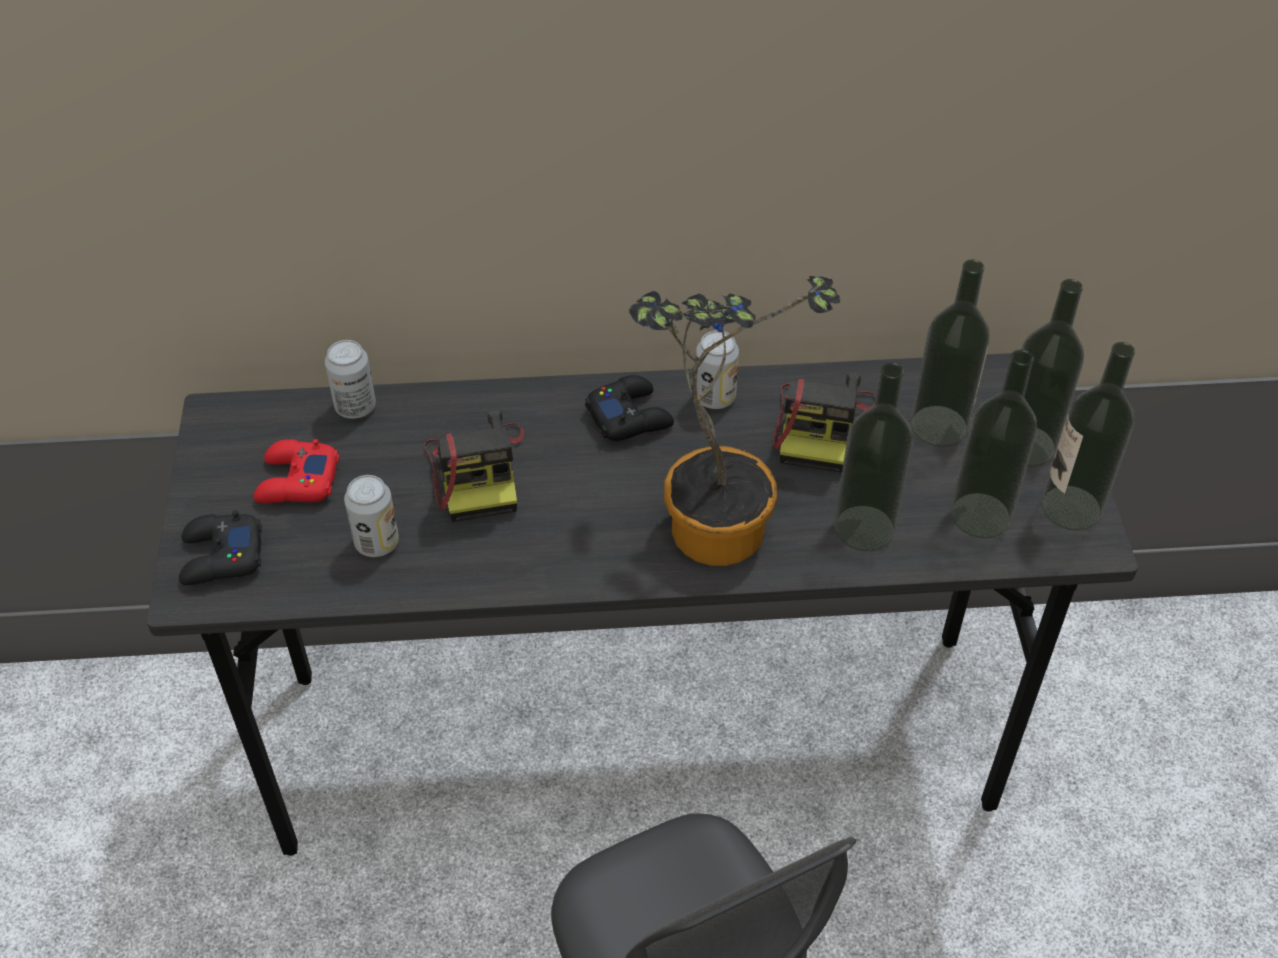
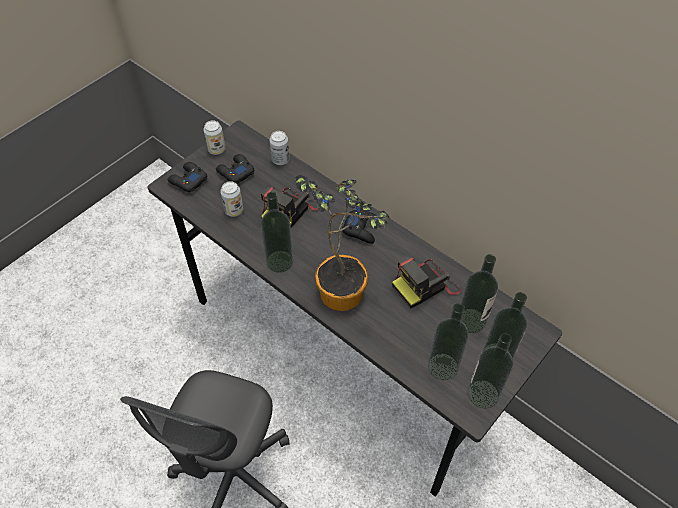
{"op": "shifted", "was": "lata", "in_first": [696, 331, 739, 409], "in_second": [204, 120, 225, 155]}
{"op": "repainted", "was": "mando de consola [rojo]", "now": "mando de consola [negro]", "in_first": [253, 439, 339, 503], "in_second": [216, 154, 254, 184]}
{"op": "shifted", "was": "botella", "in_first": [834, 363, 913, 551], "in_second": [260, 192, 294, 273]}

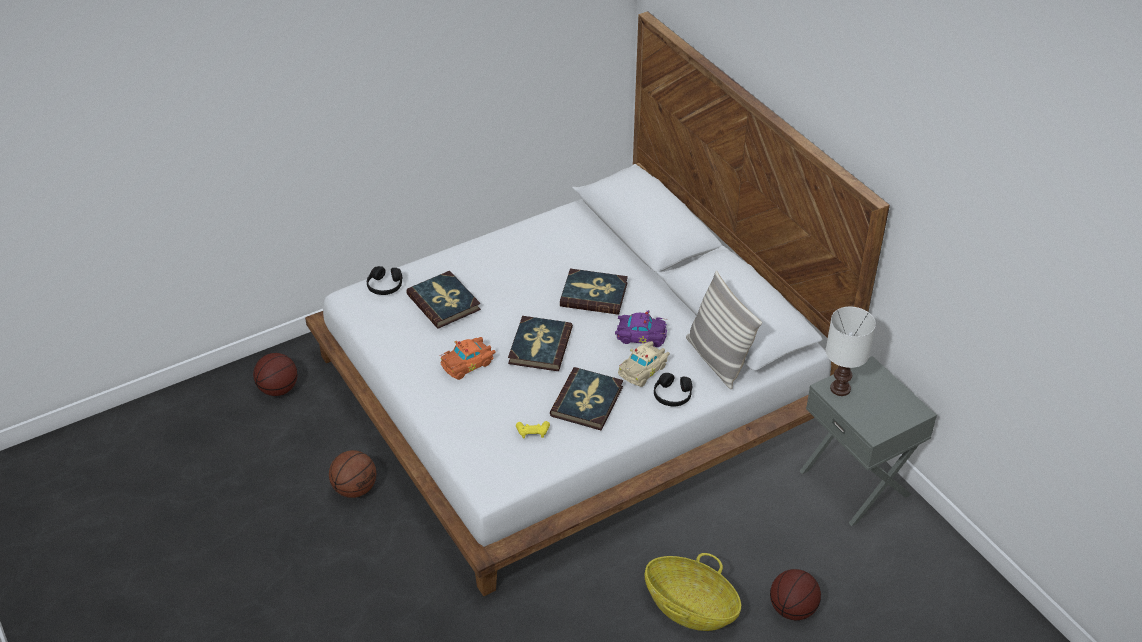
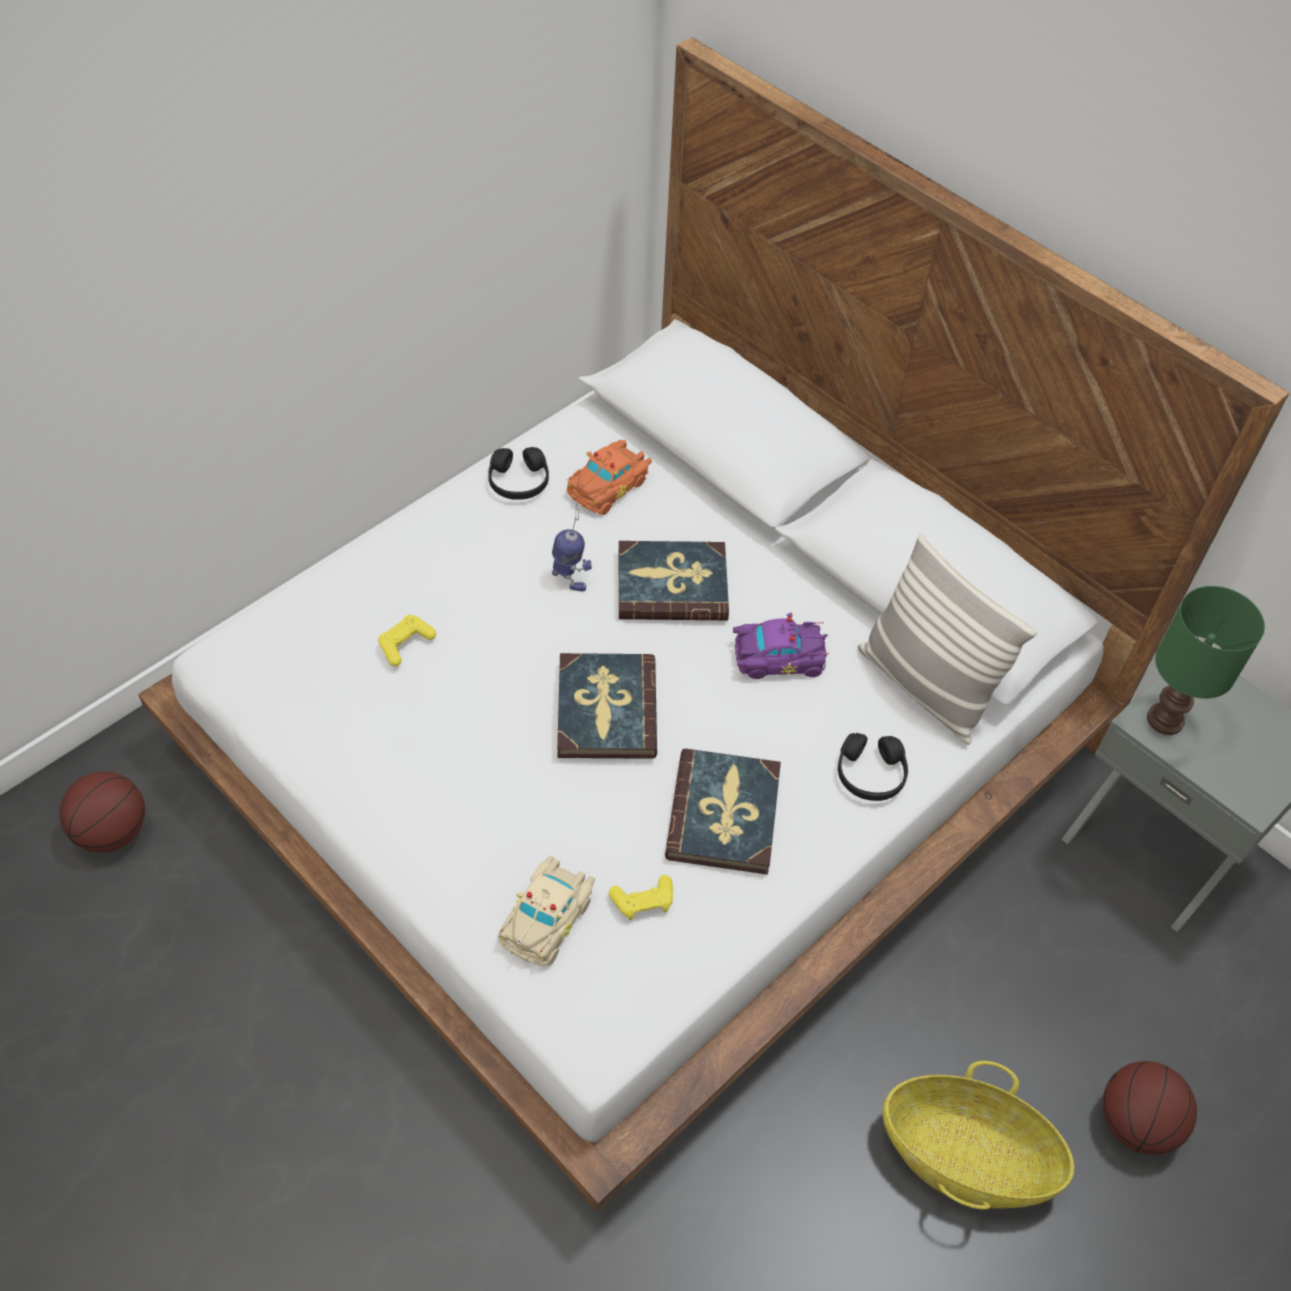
{"op": "swapped", "was": "libro", "now": "mando de consola [amarillo]", "in_first": [406, 271, 481, 329], "in_second": [378, 615, 436, 666]}
{"op": "shifted", "was": "auriculares [negro]", "in_first": [367, 266, 402, 295], "in_second": [488, 447, 549, 500]}
{"op": "shifted", "was": "coche de juguete [beis]", "in_first": [618, 341, 670, 387], "in_second": [498, 856, 595, 966]}
{"op": "new", "now": "robot de juguete", "in_second": [552, 504, 592, 592]}
{"op": "shifted", "was": "coche de juguete [naranja]", "in_first": [440, 337, 496, 380], "in_second": [567, 439, 652, 515]}
{"op": "repainted", "was": "lámpara de mesa [blanco]", "now": "lámpara de mesa [verde]", "in_first": [826, 307, 876, 396], "in_second": [1147, 586, 1265, 735]}
{"op": "gone", "was": "balón de baloncesto", "in_first": [329, 450, 376, 498]}

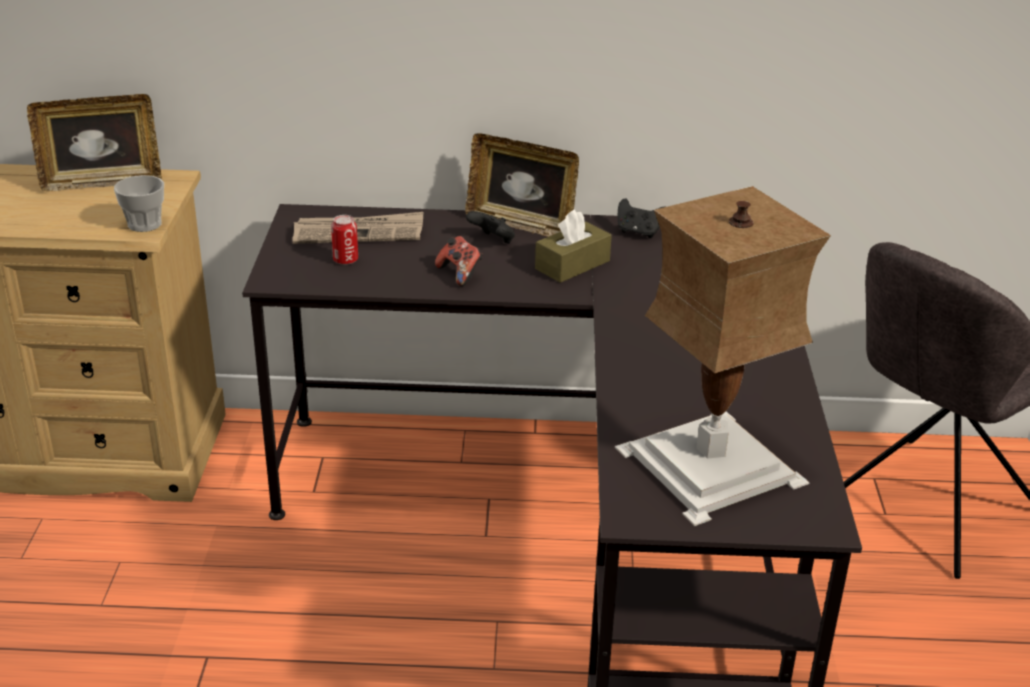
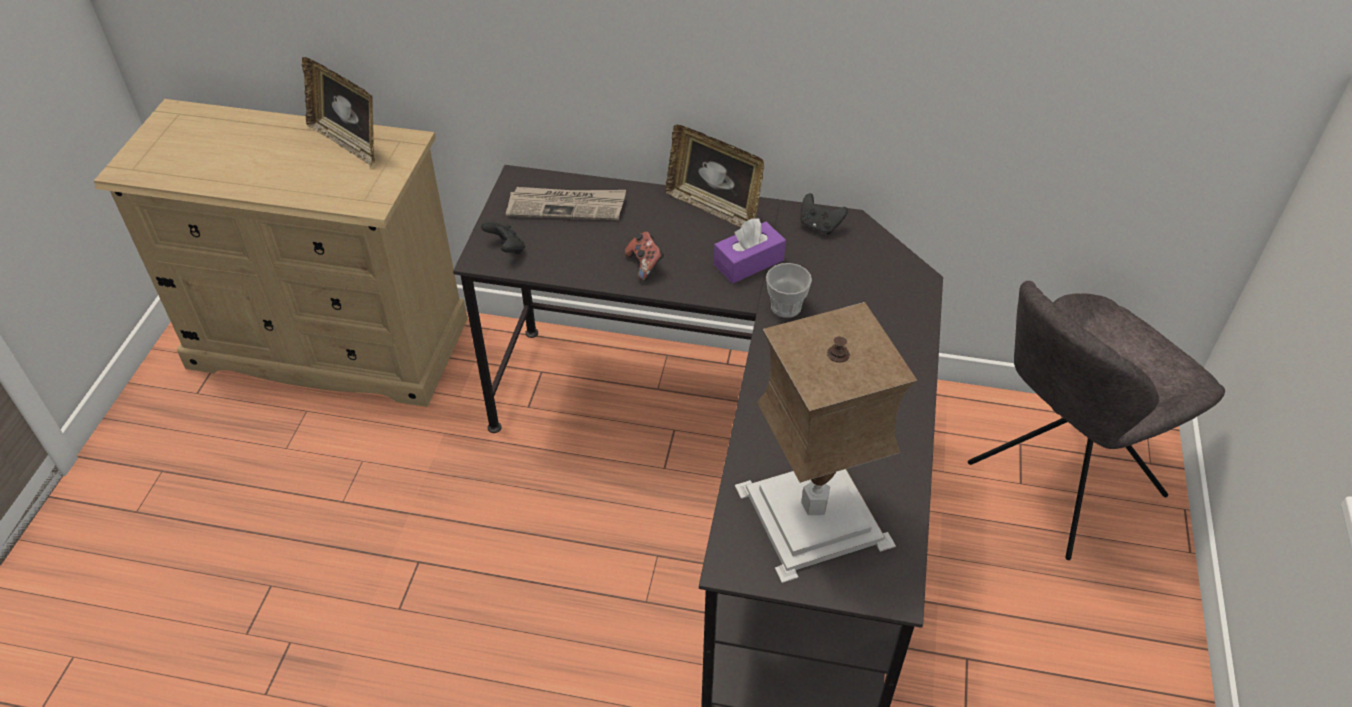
{"op": "rotated", "was": "portarretratos", "in_first": [27, 94, 162, 191], "in_second": [302, 57, 375, 167], "clockwise": 45}
{"op": "shifted", "was": "mando de consola [negro]", "in_first": [466, 211, 515, 244], "in_second": [481, 221, 525, 254]}
{"op": "repainted", "was": "caja de pañuelos [marrón]", "now": "caja de pañuelos [morado]", "in_first": [535, 209, 612, 283], "in_second": [714, 218, 786, 284]}
{"op": "shifted", "was": "taza", "in_first": [114, 175, 164, 232], "in_second": [766, 263, 812, 318]}
{"op": "gone", "was": "lata", "in_first": [331, 215, 358, 265]}

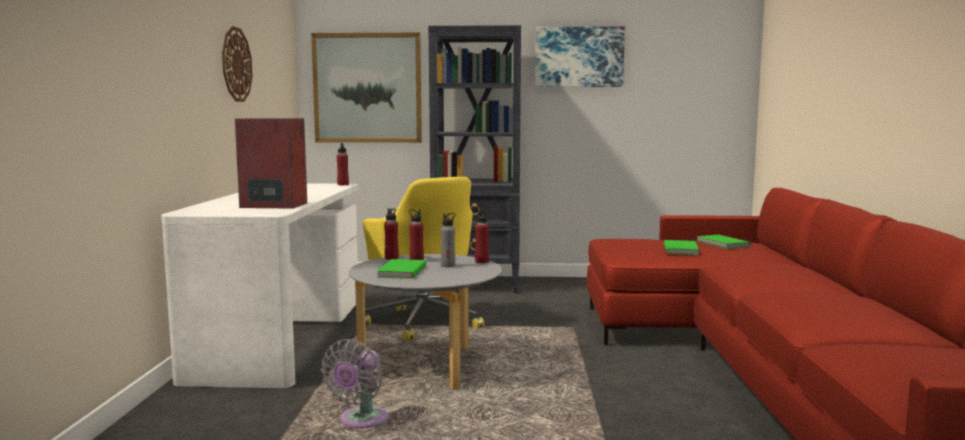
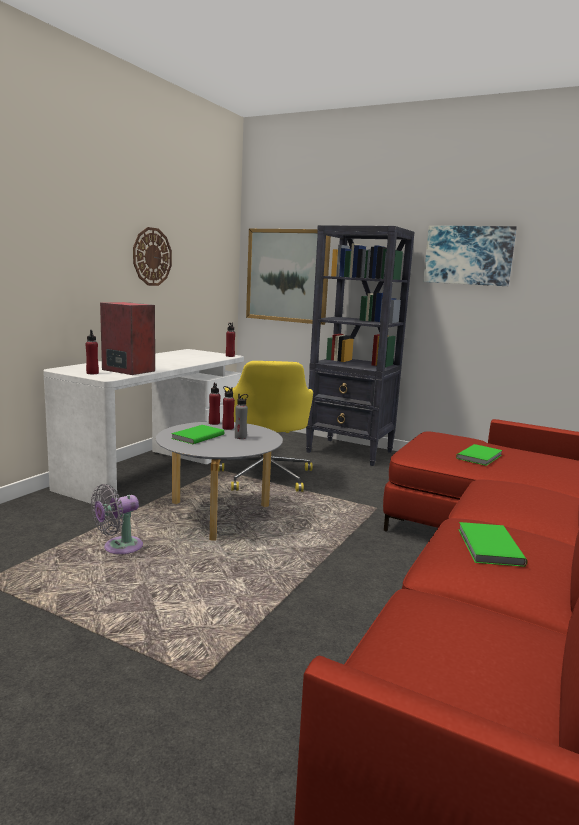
{"op": "shifted", "was": "botella [rojo]", "in_first": [475, 210, 489, 263], "in_second": [86, 330, 99, 374]}
{"op": "shifted", "was": "libro [verde]", "in_first": [696, 235, 751, 249], "in_second": [458, 522, 527, 567]}

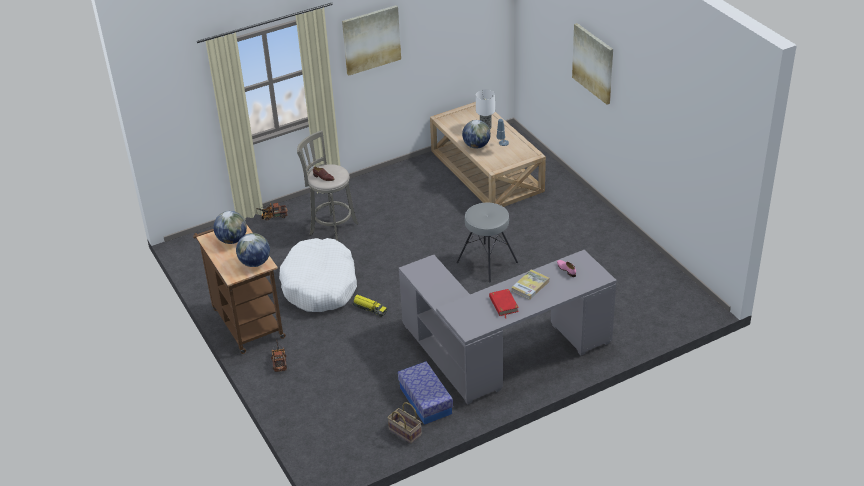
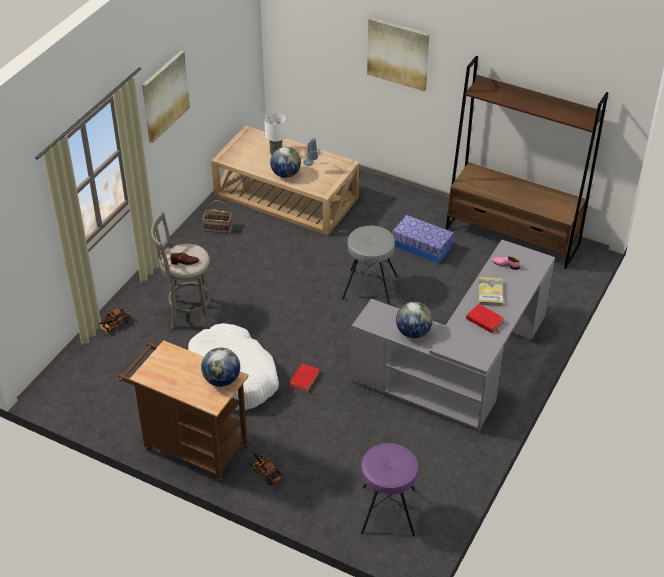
{"op": "shifted", "was": "cesta", "in_first": [387, 402, 422, 444], "in_second": [202, 200, 232, 234]}
{"op": "swapped", "was": "camión de juguete", "now": "libro [rojo]", "in_first": [354, 295, 388, 317], "in_second": [288, 363, 319, 393]}
{"op": "new", "now": "taburete [morado]", "in_second": [361, 443, 418, 536]}
{"op": "shifted", "was": "caja de almacenaje", "in_first": [398, 361, 453, 425], "in_second": [392, 215, 454, 264]}
{"op": "shifted", "was": "globo terráqueo", "in_first": [213, 211, 247, 244], "in_second": [396, 302, 433, 339]}
{"op": "new", "now": "estantería [marrón]", "in_second": [446, 56, 608, 269]}

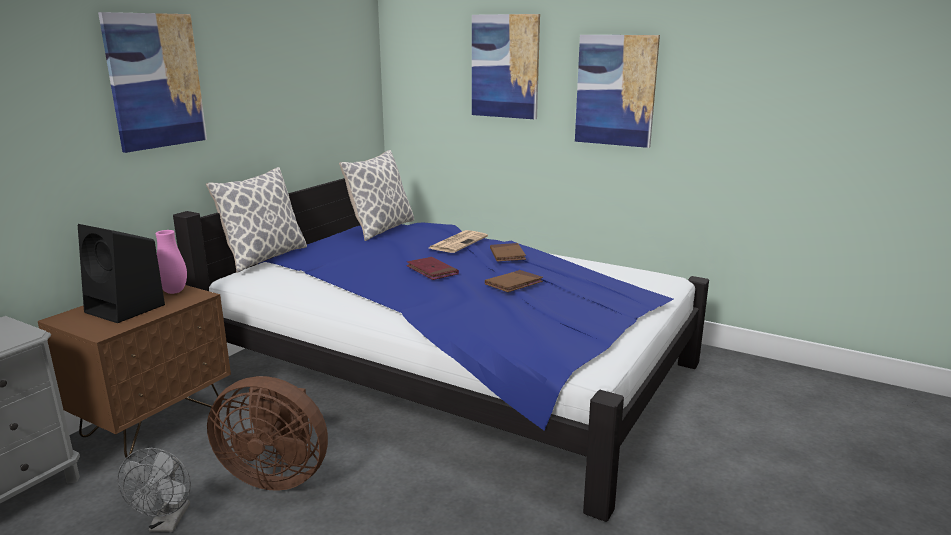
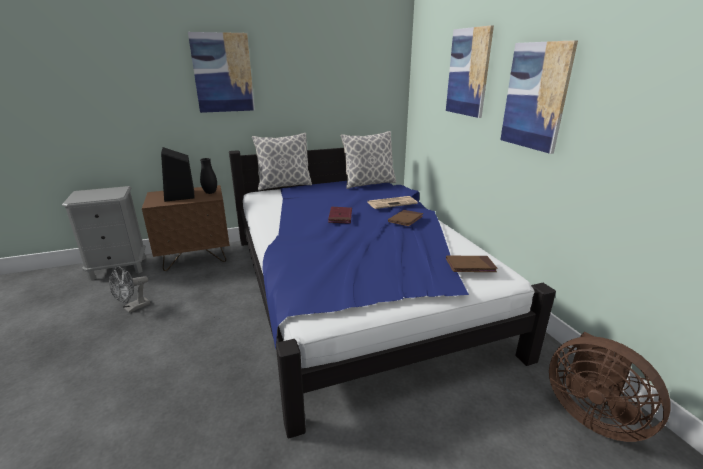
{"op": "repainted", "was": "florero [rosa]", "now": "florero [negro]", "in_first": [155, 230, 187, 294], "in_second": [200, 158, 217, 194]}
{"op": "shifted", "was": "libro [marrón]", "in_first": [485, 270, 543, 292], "in_second": [446, 255, 498, 272]}
{"op": "shifted", "was": "ventilador [marrón]", "in_first": [207, 376, 328, 491], "in_second": [549, 332, 670, 442]}

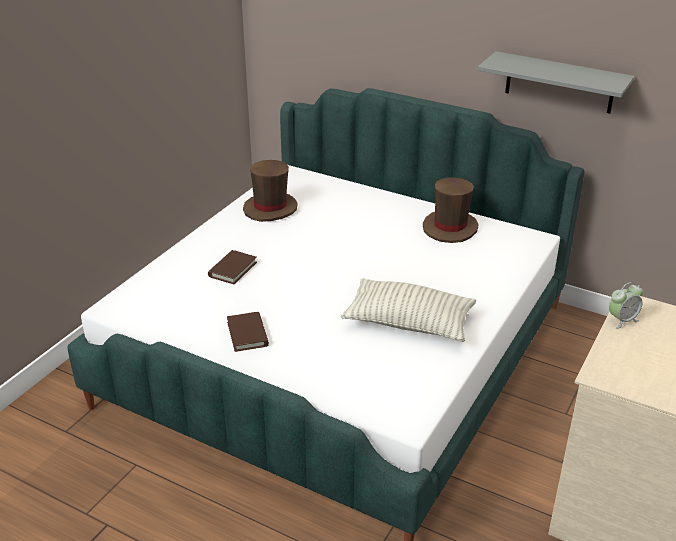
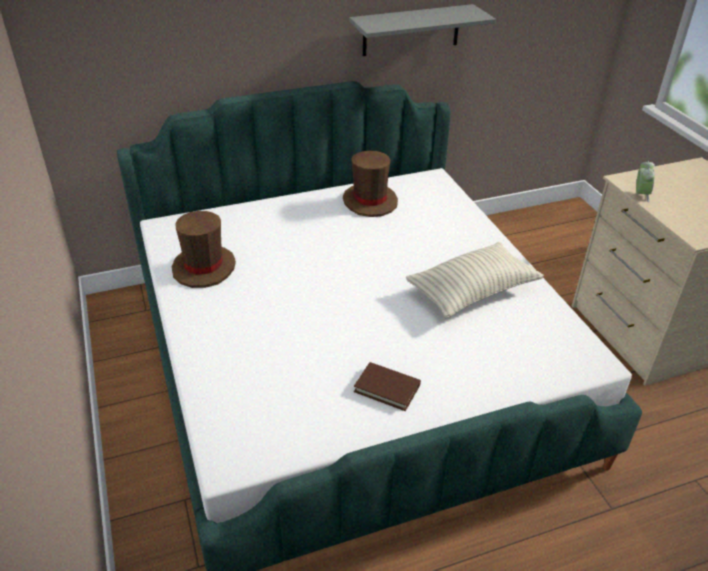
{"op": "gone", "was": "libro [marrón]", "in_first": [208, 250, 257, 284]}

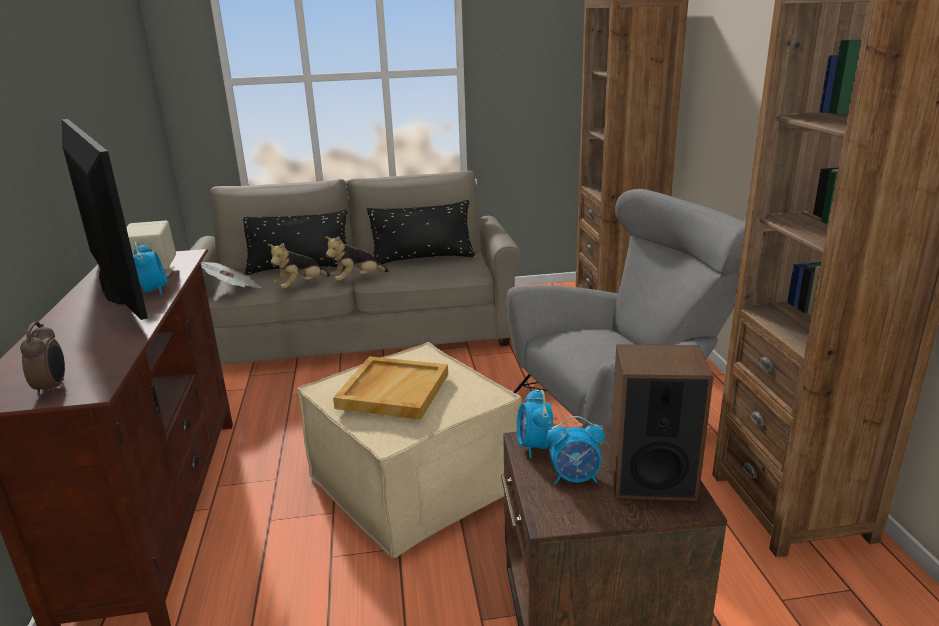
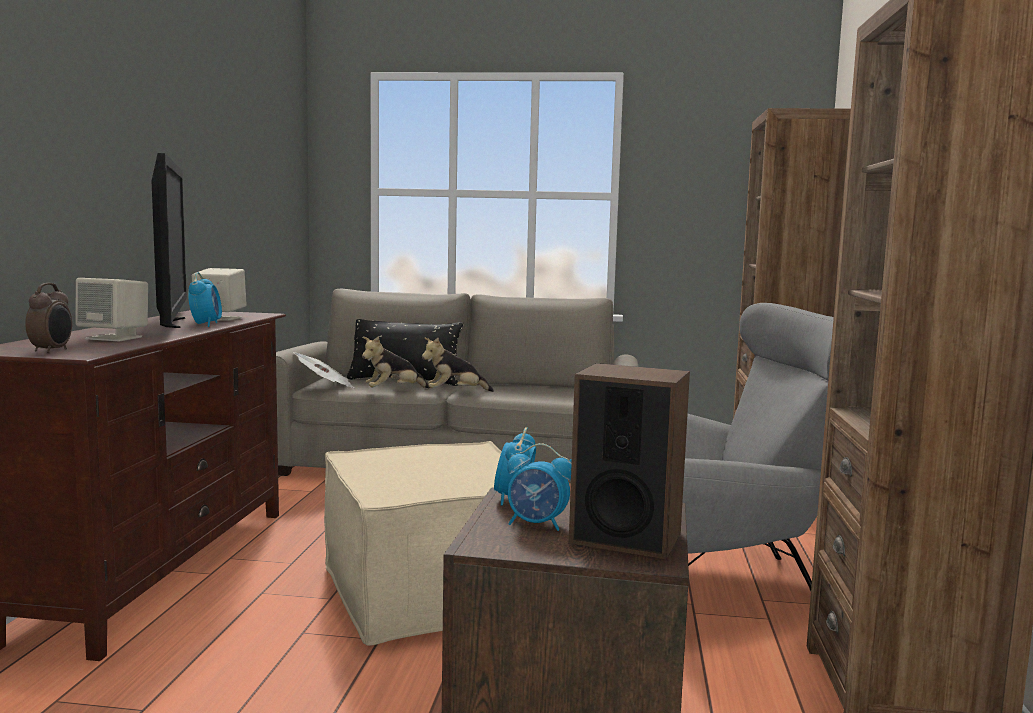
{"op": "new", "now": "altavoz [beis]", "in_second": [75, 278, 148, 341]}
{"op": "gone", "was": "bandeja [beis]", "in_first": [333, 356, 448, 420]}
{"op": "gone", "was": "cojín [negro]", "in_first": [367, 200, 475, 264]}

